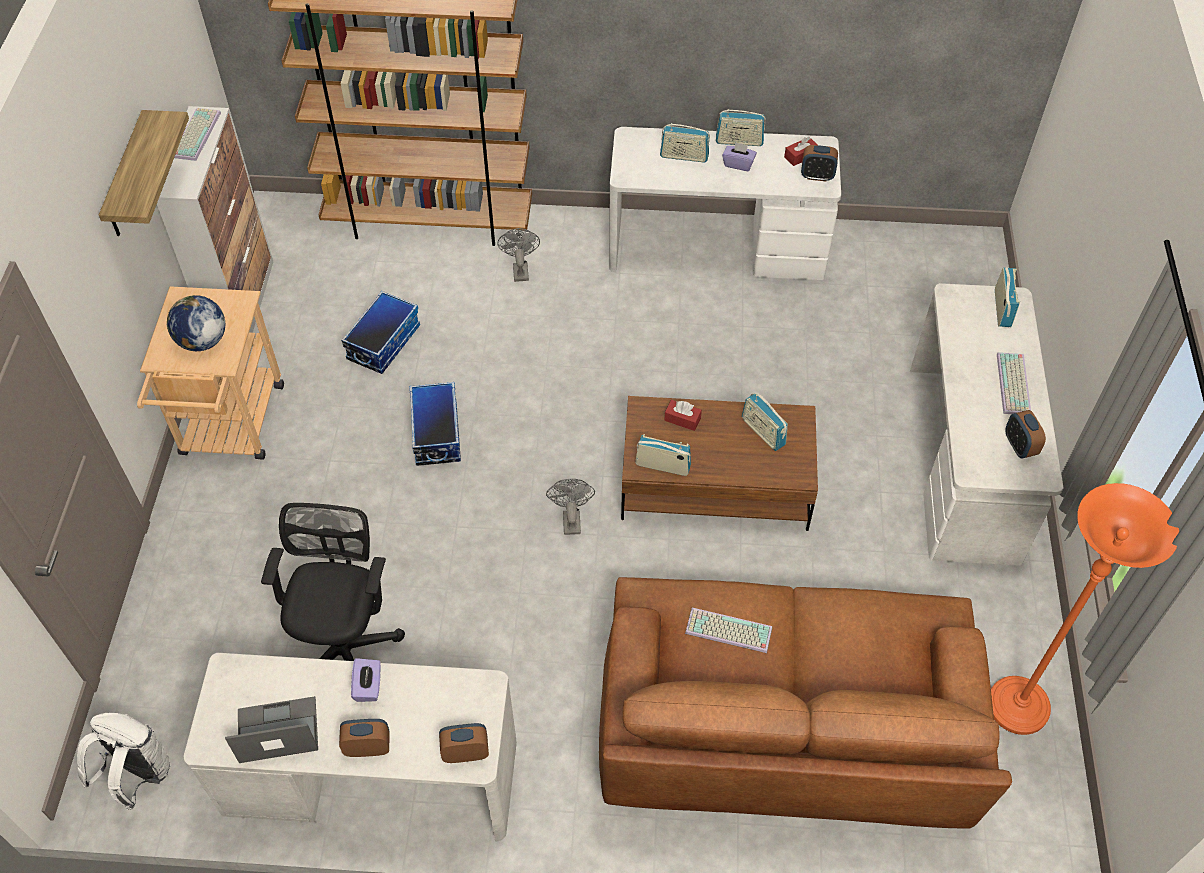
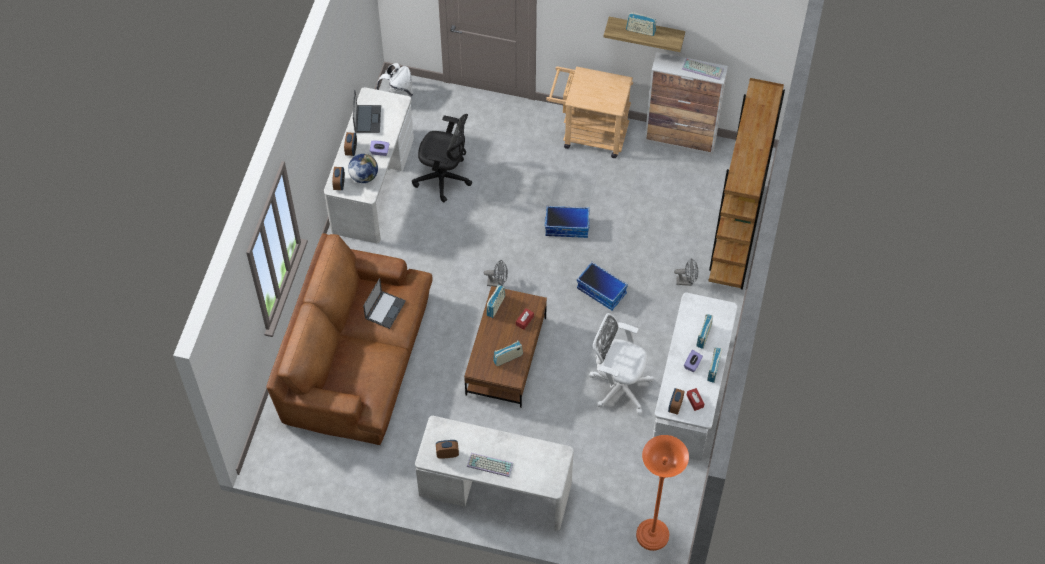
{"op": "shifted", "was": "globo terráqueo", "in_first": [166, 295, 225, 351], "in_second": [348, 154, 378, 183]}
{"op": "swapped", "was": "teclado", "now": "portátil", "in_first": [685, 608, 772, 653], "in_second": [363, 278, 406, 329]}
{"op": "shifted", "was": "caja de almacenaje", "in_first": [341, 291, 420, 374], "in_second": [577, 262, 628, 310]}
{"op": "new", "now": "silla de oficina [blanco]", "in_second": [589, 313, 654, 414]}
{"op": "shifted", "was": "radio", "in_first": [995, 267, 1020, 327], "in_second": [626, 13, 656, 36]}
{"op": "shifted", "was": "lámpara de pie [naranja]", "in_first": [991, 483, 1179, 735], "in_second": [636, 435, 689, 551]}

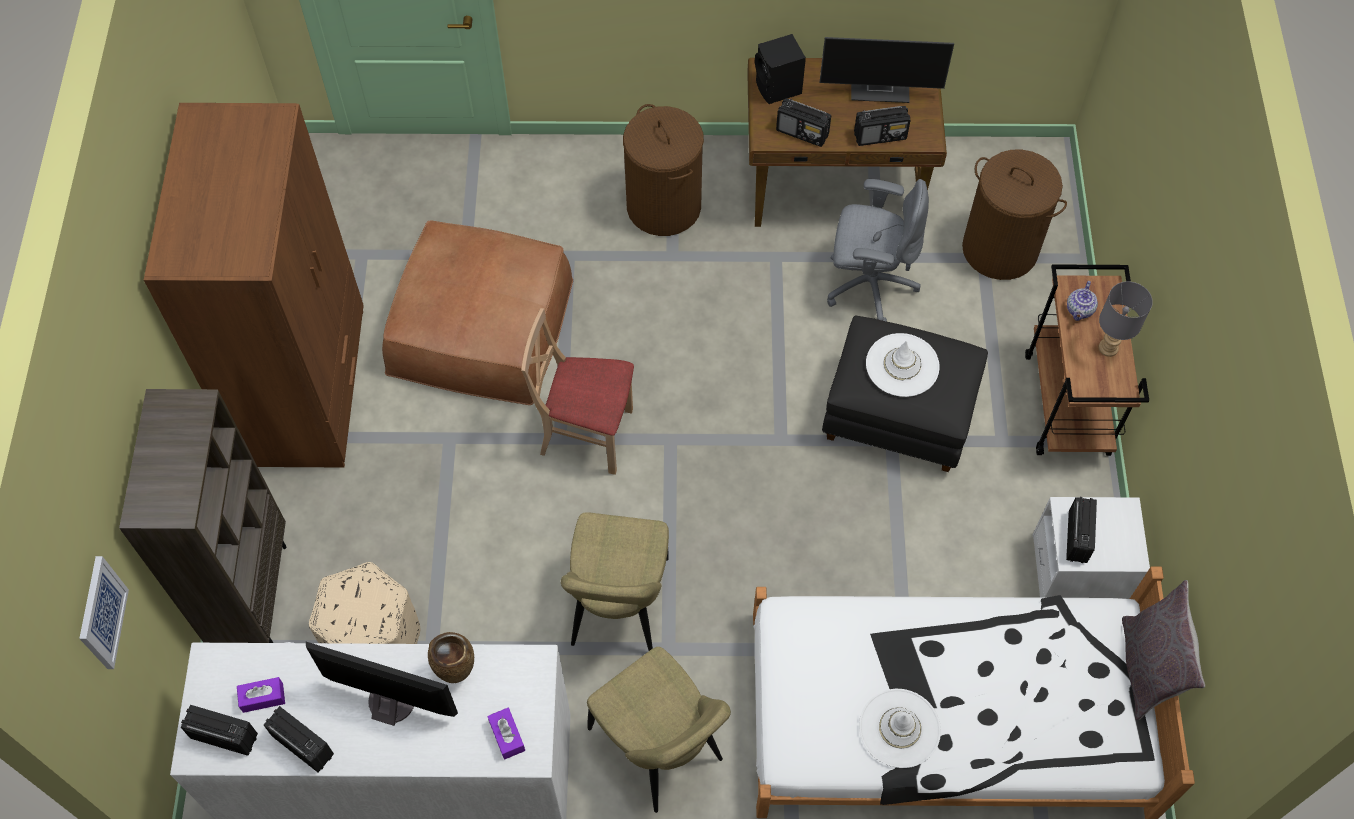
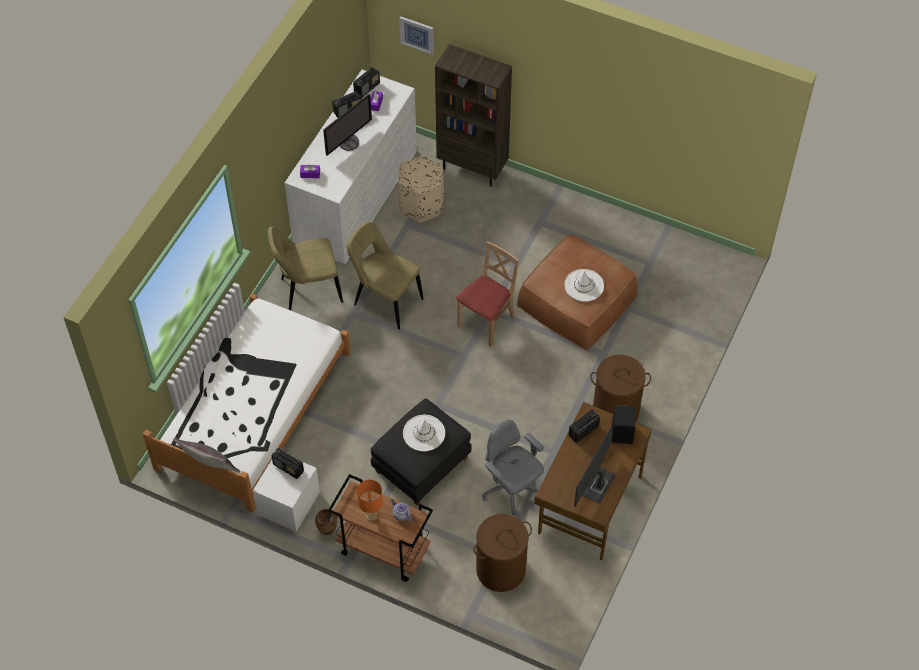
{"op": "shifted", "was": "florero [marrón]", "in_first": [428, 632, 474, 683], "in_second": [315, 509, 337, 535]}
{"op": "repainted", "was": "lámpara de mesa [gris]", "now": "lámpara de mesa [naranja]", "in_first": [1098, 281, 1153, 357], "in_second": [357, 479, 383, 521]}
{"op": "rotated", "was": "silla de oficina [gris]", "in_first": [827, 179, 929, 322], "in_second": [482, 420, 544, 516], "clockwise": 105}
{"op": "shifted", "was": "sombrero [blanco]", "in_first": [859, 689, 941, 768], "in_second": [564, 269, 604, 302]}
{"op": "gone", "was": "armario ropero [marrón]", "in_first": [144, 103, 364, 467]}
{"op": "gone", "was": "radio", "in_first": [854, 106, 911, 146]}

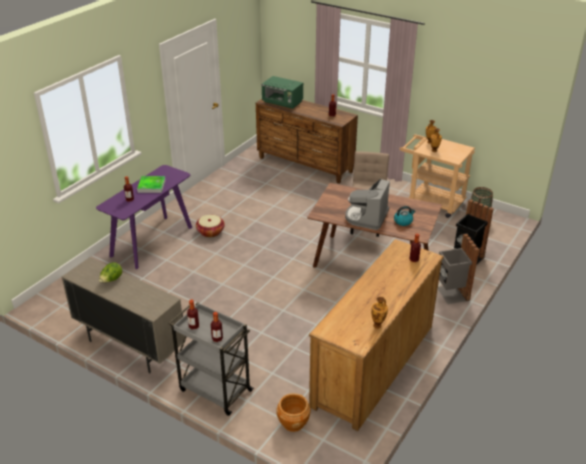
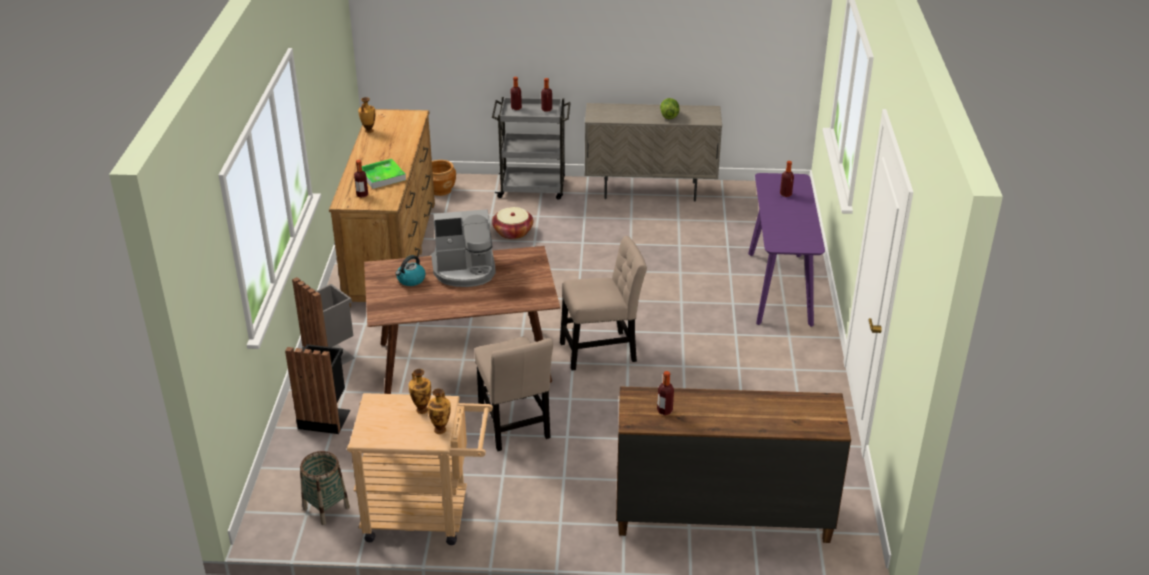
{"op": "shifted", "was": "bandeja", "in_first": [137, 176, 166, 193], "in_second": [362, 159, 406, 189]}
{"op": "rotated", "was": "cafetera", "in_first": [345, 179, 390, 230], "in_second": [431, 209, 496, 287], "clockwise": 90}
{"op": "shifted", "was": "cesta", "in_first": [196, 215, 225, 237], "in_second": [492, 207, 533, 239]}
{"op": "new", "now": "silla [beis]", "in_second": [560, 236, 647, 370]}
{"op": "gone", "was": "microondas [verde]", "in_first": [261, 76, 303, 109]}

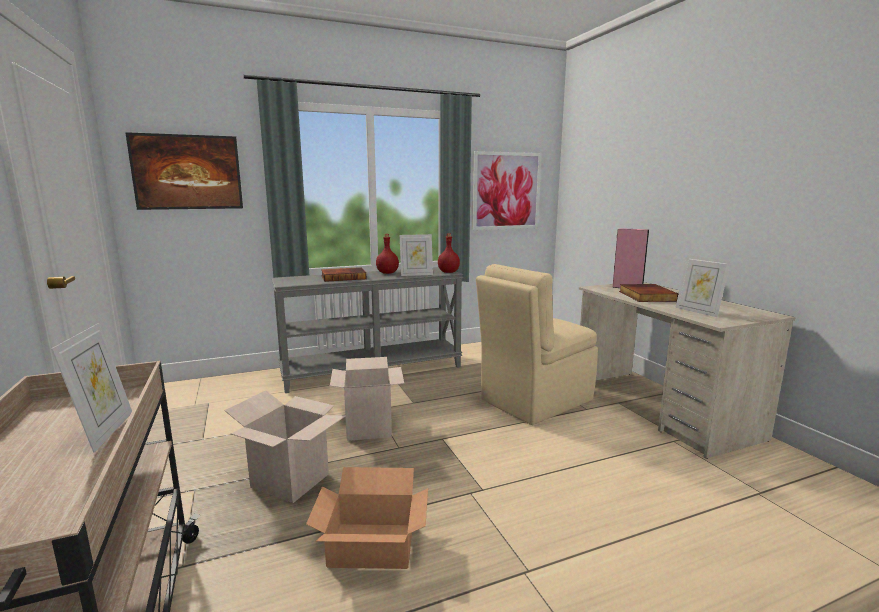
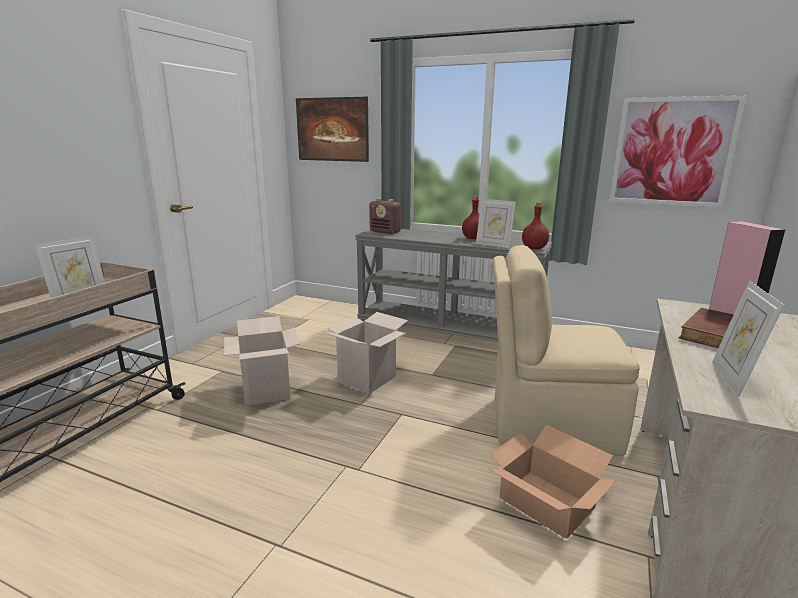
{"op": "new", "now": "radio", "in_second": [369, 198, 401, 234]}
{"op": "shifted", "was": "caja de cartón", "in_first": [306, 467, 428, 569], "in_second": [489, 425, 617, 539]}
{"op": "gone", "was": "libro", "in_first": [321, 267, 366, 282]}

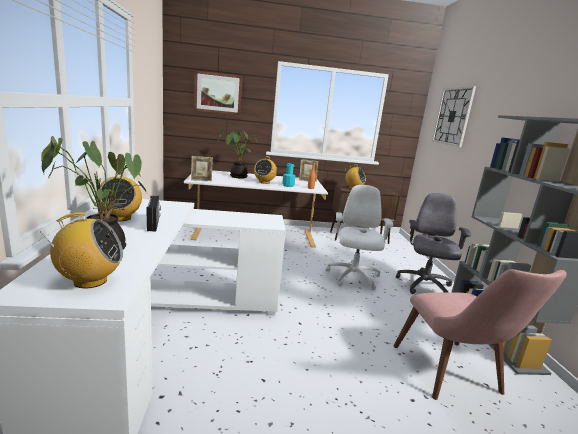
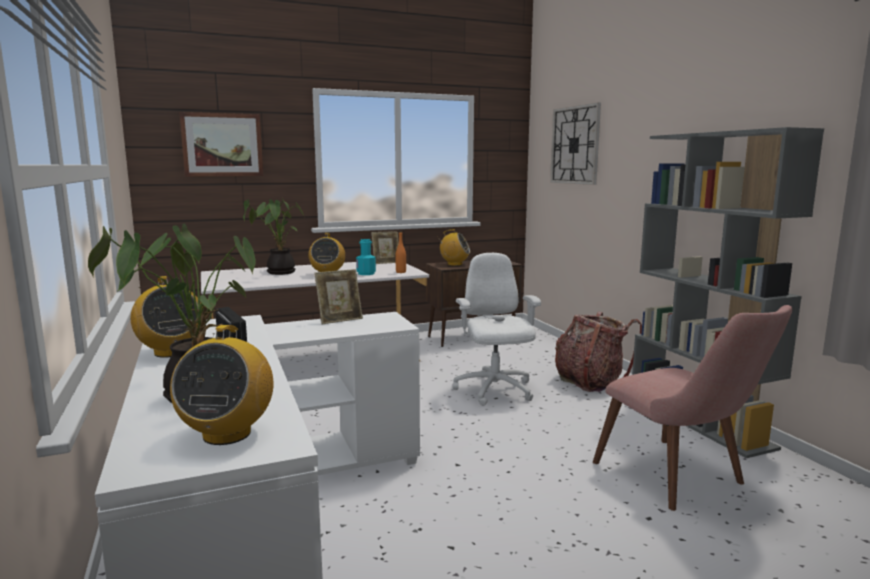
{"op": "rotated", "was": "radio", "in_first": [40, 212, 123, 288], "in_second": [170, 325, 273, 445], "clockwise": 120}
{"op": "shifted", "was": "portarretratos", "in_first": [191, 156, 213, 181], "in_second": [314, 269, 363, 324]}
{"op": "swapped", "was": "silla de oficina [gris]", "now": "mochila", "in_first": [396, 193, 471, 294], "in_second": [555, 312, 642, 392]}

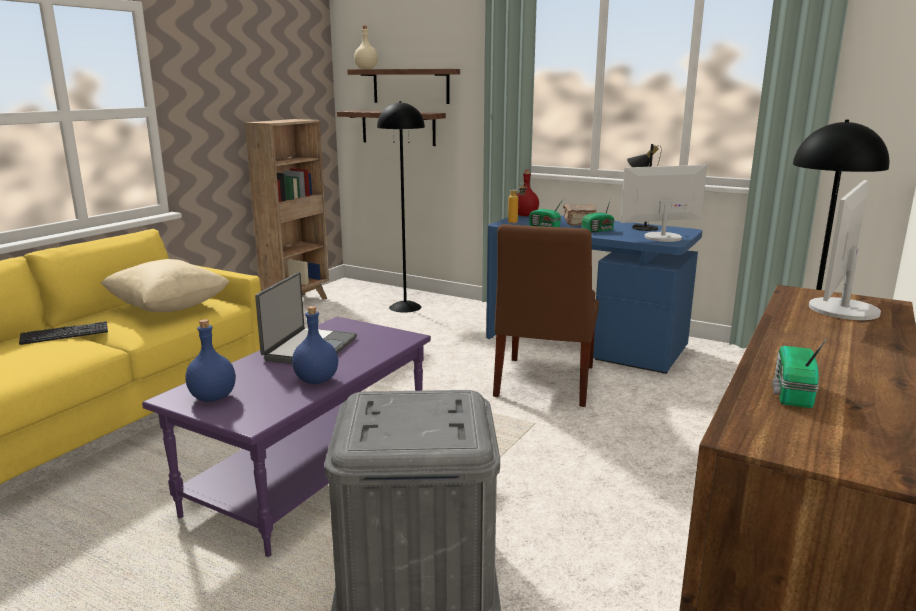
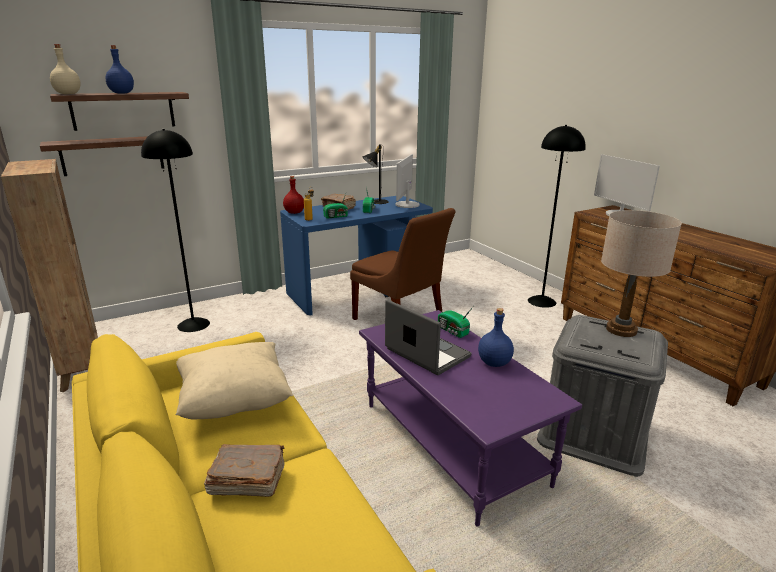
{"op": "shifted", "was": "botella [azul]", "in_first": [185, 319, 236, 402], "in_second": [106, 45, 134, 94]}
{"op": "swapped", "was": "teclado", "now": "libro [marrón]", "in_first": [19, 321, 108, 345], "in_second": [204, 444, 285, 497]}
{"op": "shifted", "was": "radio", "in_first": [772, 338, 828, 408], "in_second": [438, 307, 473, 338]}
{"op": "new", "now": "lámpara de mesa [beis]", "in_second": [601, 210, 682, 337]}

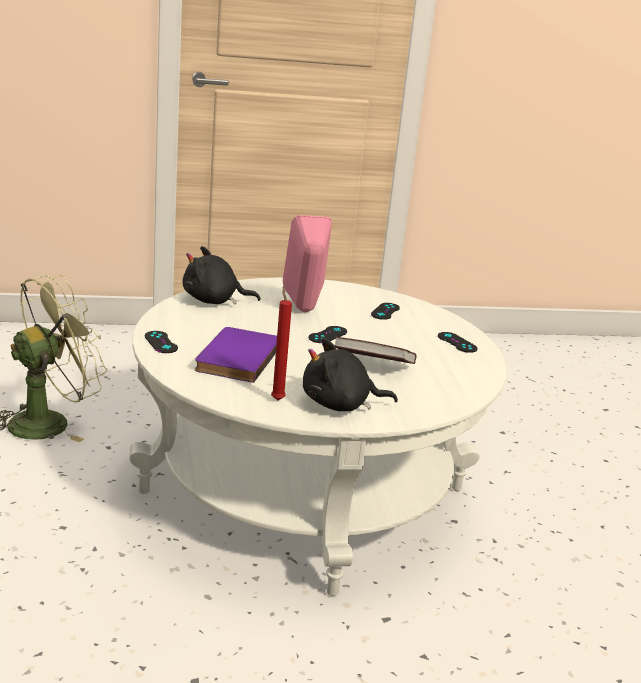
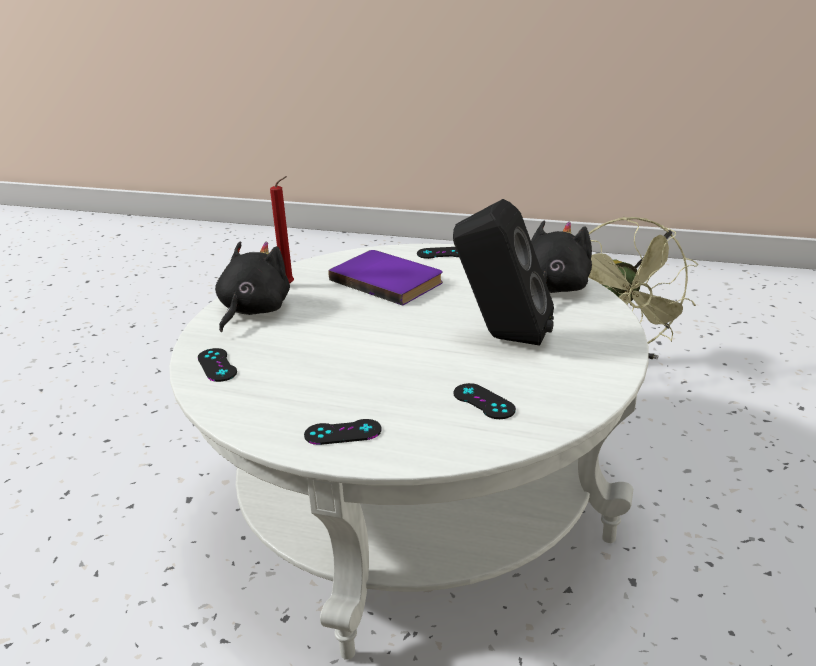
{"op": "shifted", "was": "mando de consola [negro]", "in_first": [308, 326, 347, 343], "in_second": [198, 348, 237, 382]}
{"op": "repainted", "was": "altavoz [rosa]", "now": "altavoz [negro]", "in_first": [283, 215, 332, 312], "in_second": [453, 199, 554, 346]}
{"op": "gone", "was": "libro", "in_first": [335, 337, 417, 364]}

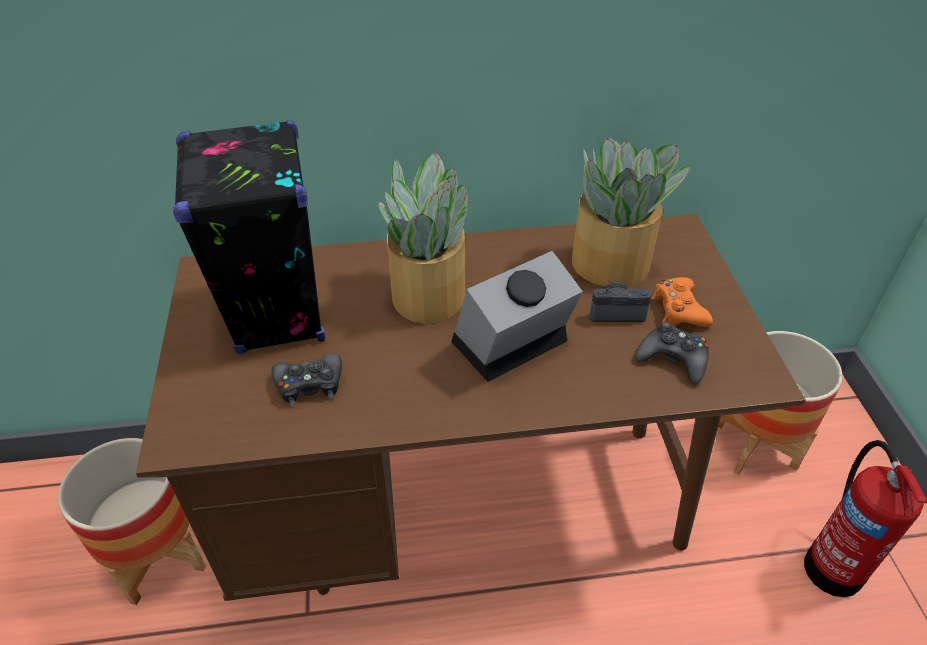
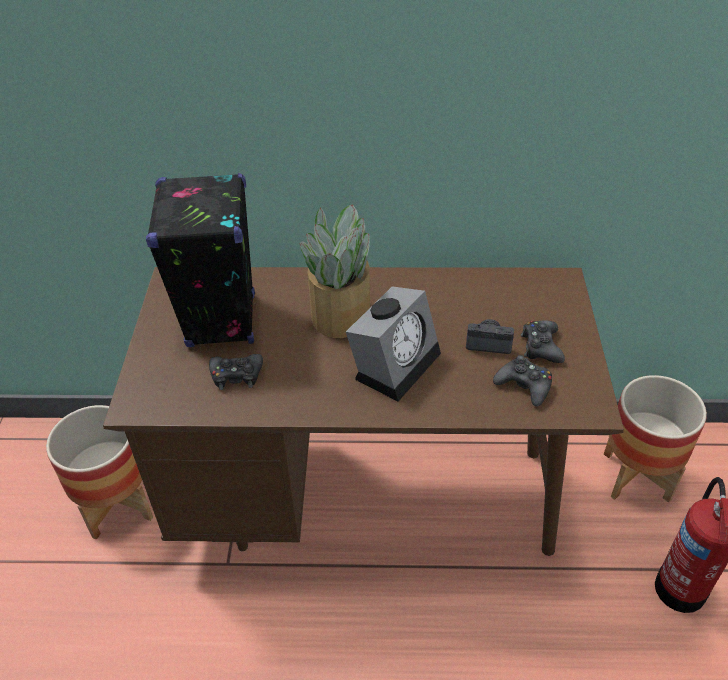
{"op": "rotated", "was": "despertador", "in_first": [451, 251, 583, 382], "in_second": [346, 286, 441, 401], "clockwise": 150}
{"op": "repainted", "was": "mando de consola [naranja]", "now": "mando de consola [negro]", "in_first": [651, 277, 713, 327], "in_second": [521, 320, 565, 363]}
{"op": "gone", "was": "planta en maceta", "in_first": [572, 137, 691, 287]}

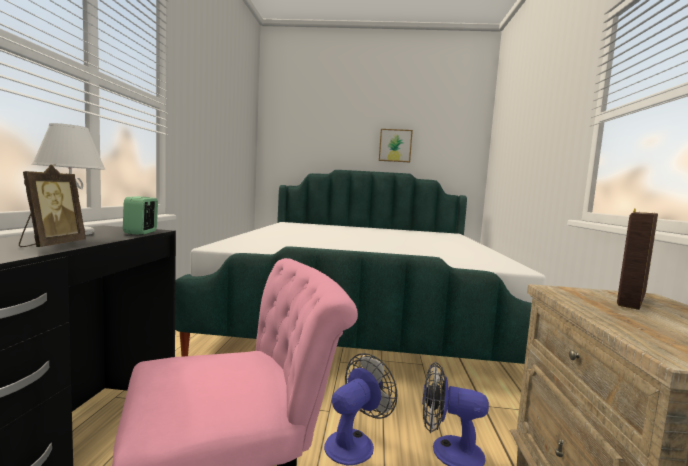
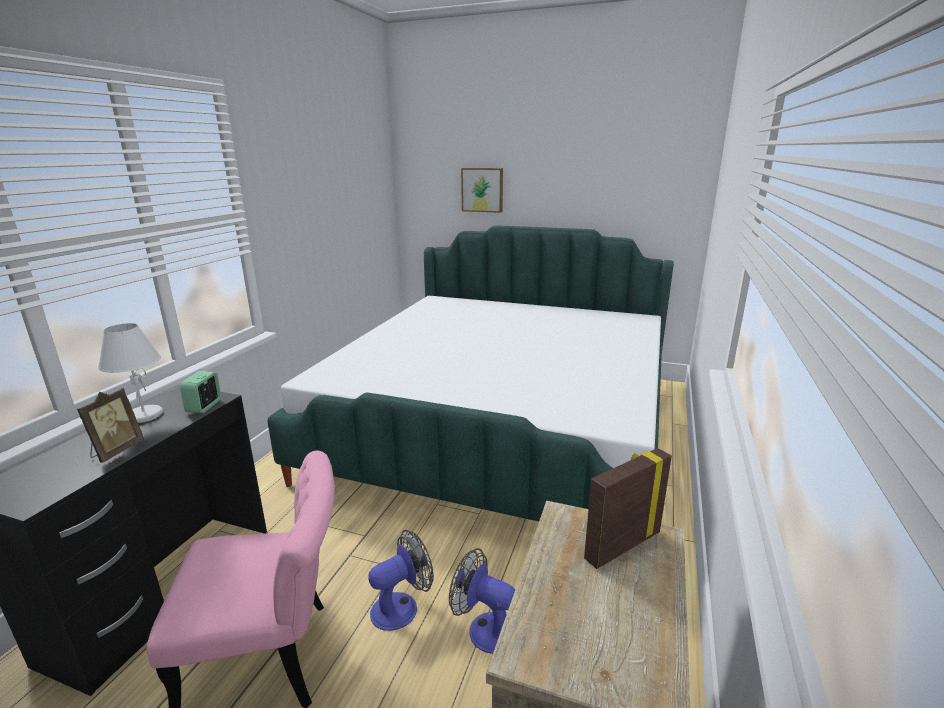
{"op": "shifted", "was": "cuadro", "in_first": [379, 129, 413, 162], "in_second": [461, 168, 503, 213]}

